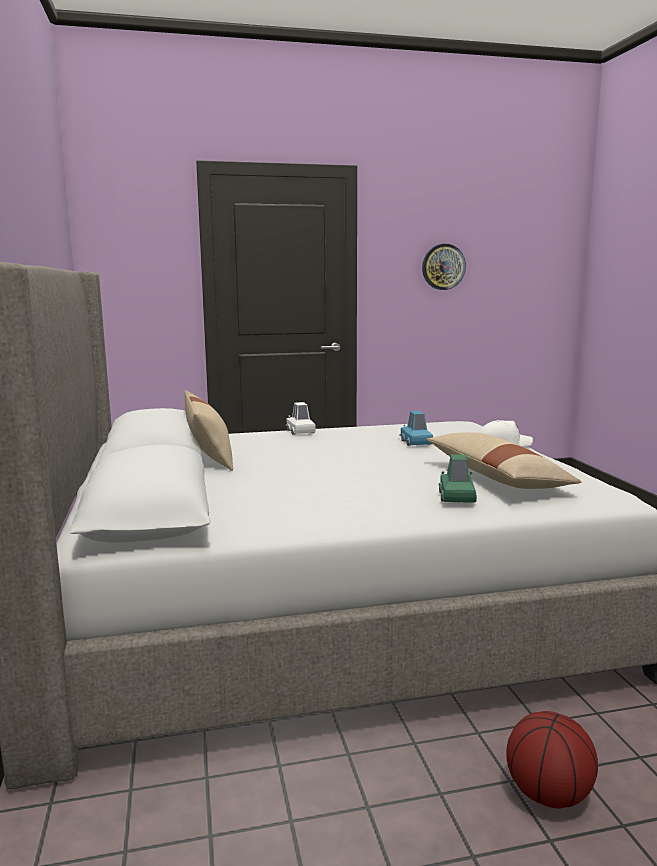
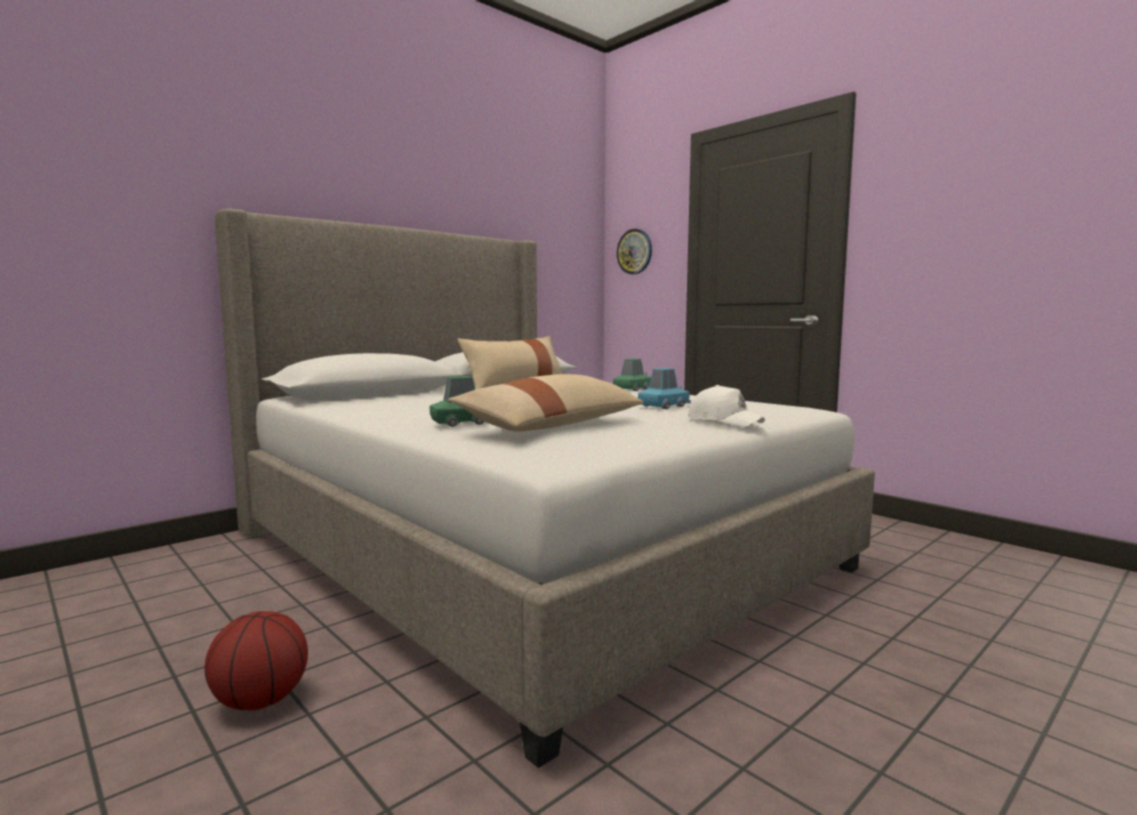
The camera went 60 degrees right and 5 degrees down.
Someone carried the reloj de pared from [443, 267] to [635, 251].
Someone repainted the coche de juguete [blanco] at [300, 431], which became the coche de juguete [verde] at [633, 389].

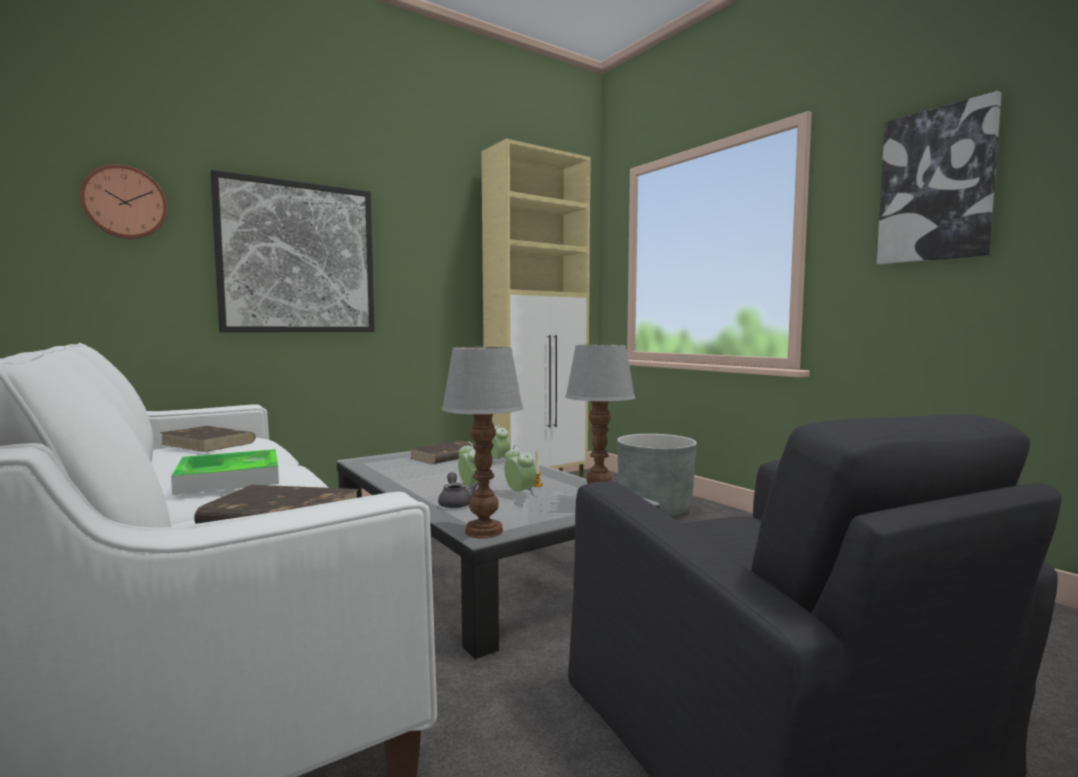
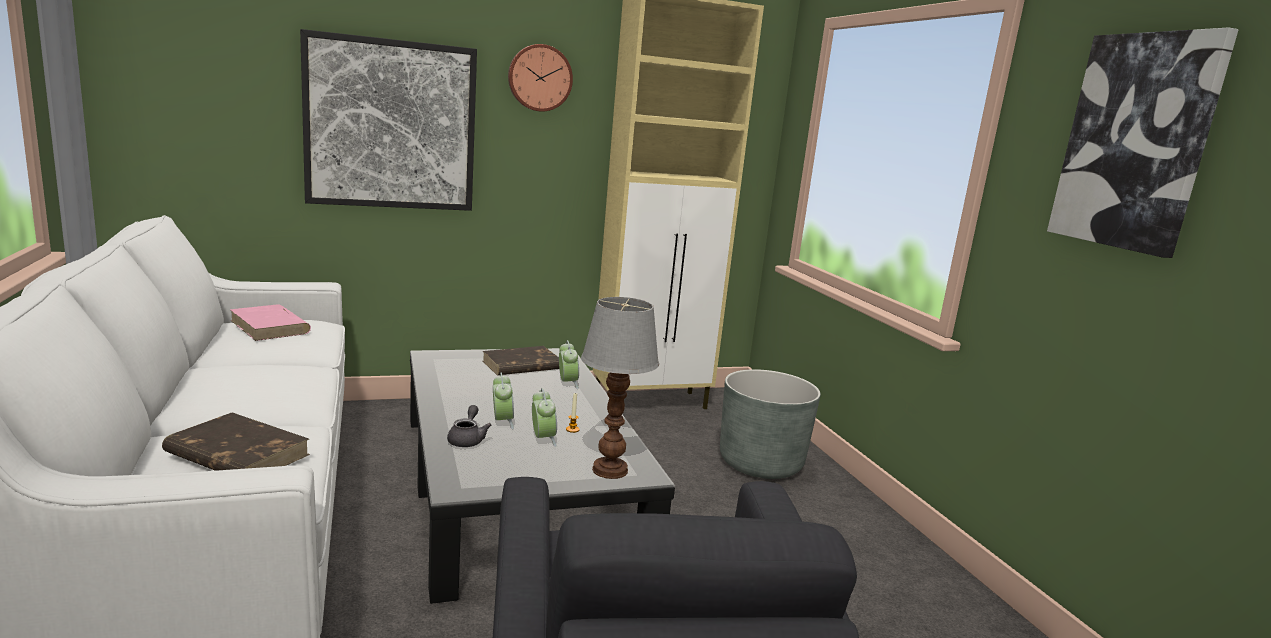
The camera went 15 degrees right and 10 degrees up.
Someone carried the reloj de pared from [125, 203] to [539, 78].
Someone took away the lámpara de mesa at [483, 531].
Someone repainted the libro [marrón] at [209, 443], which became the libro [rosa] at [270, 327].
Someone took away the bandeja at [229, 478].

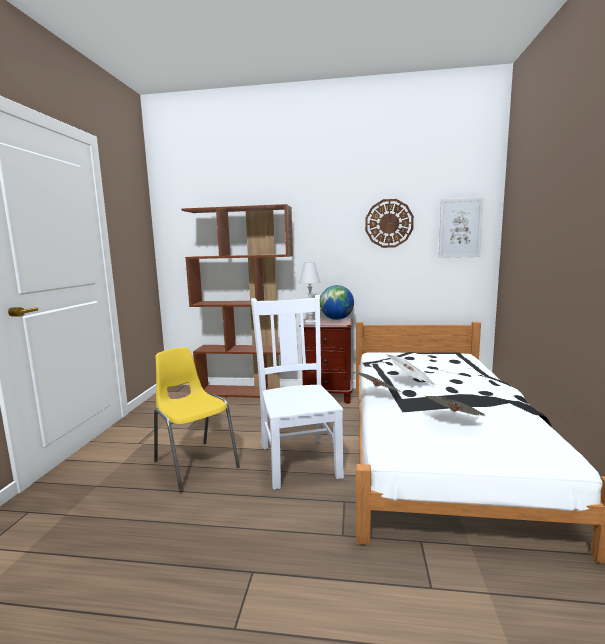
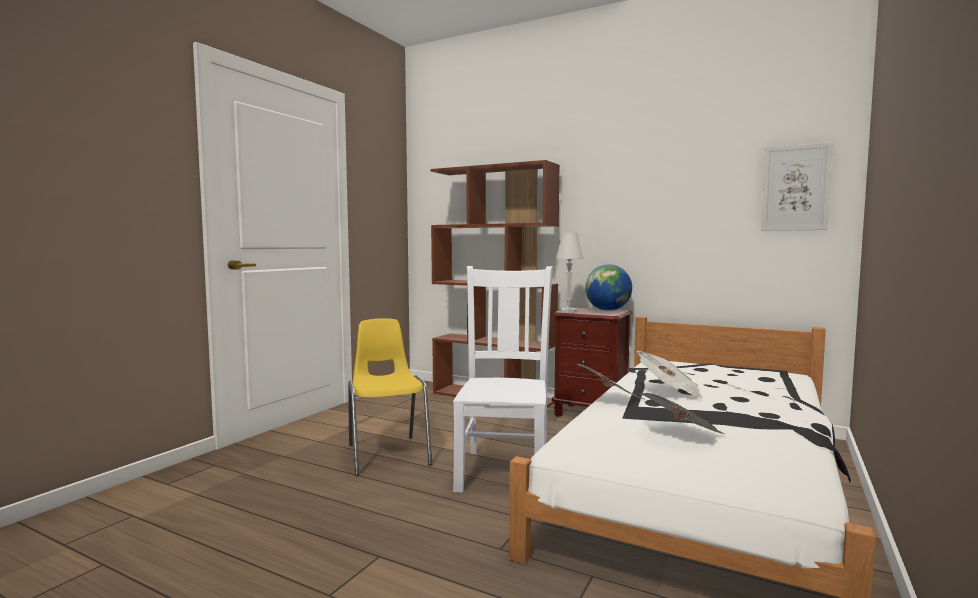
The camera went 20 degrees right and 5 degrees down.
Someone took away the reloj de pared at [389, 223].

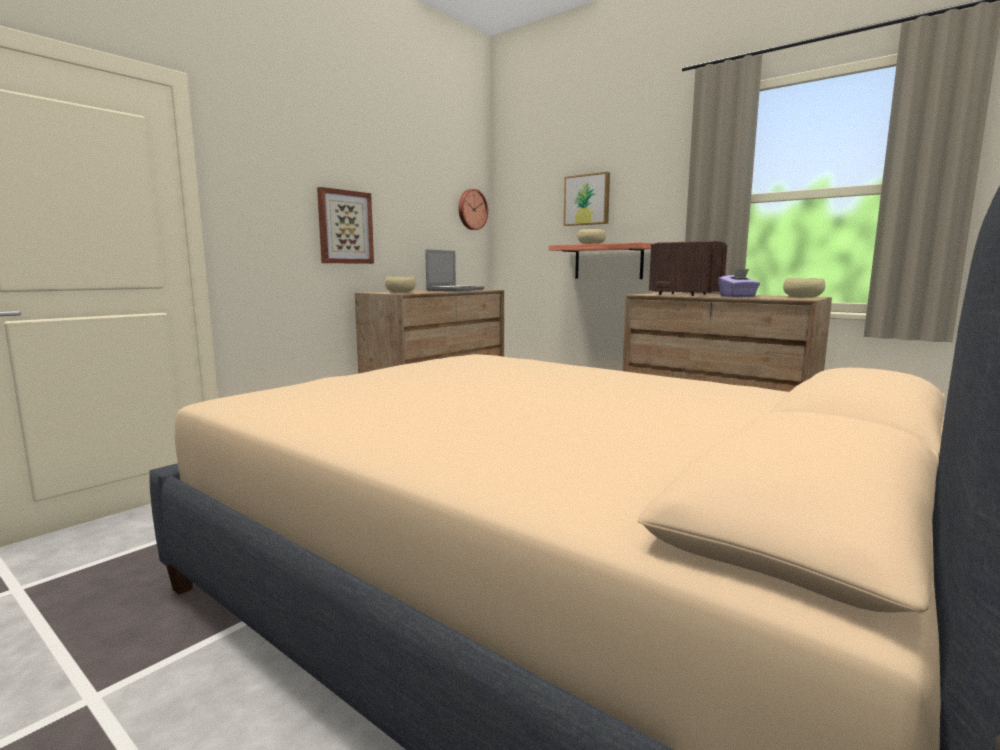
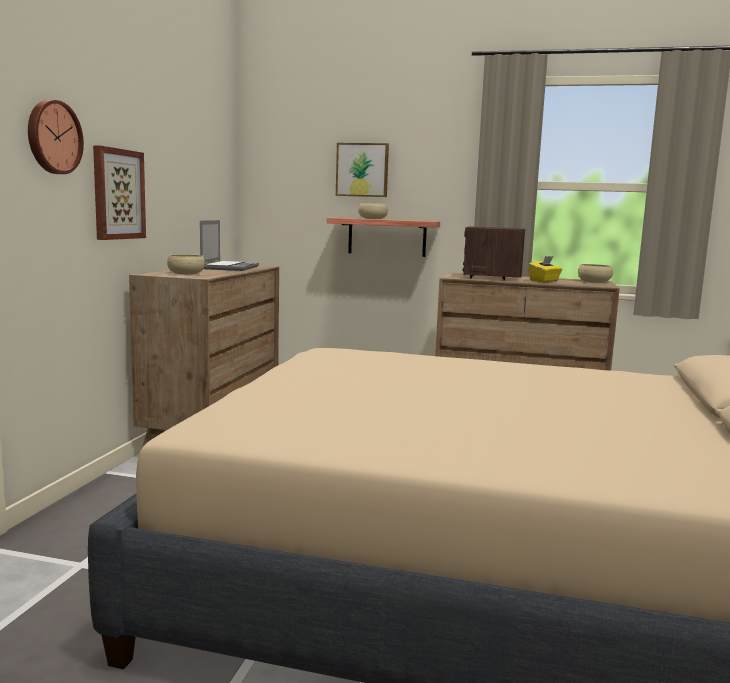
The camera went 25 degrees left and 0 degrees up.
Someone carried the reloj de pared from [471, 209] to [53, 137].
Someone repainted the caja de pañuelos [morado] at [737, 296], which became the caja de pañuelos [amarillo] at [544, 281].

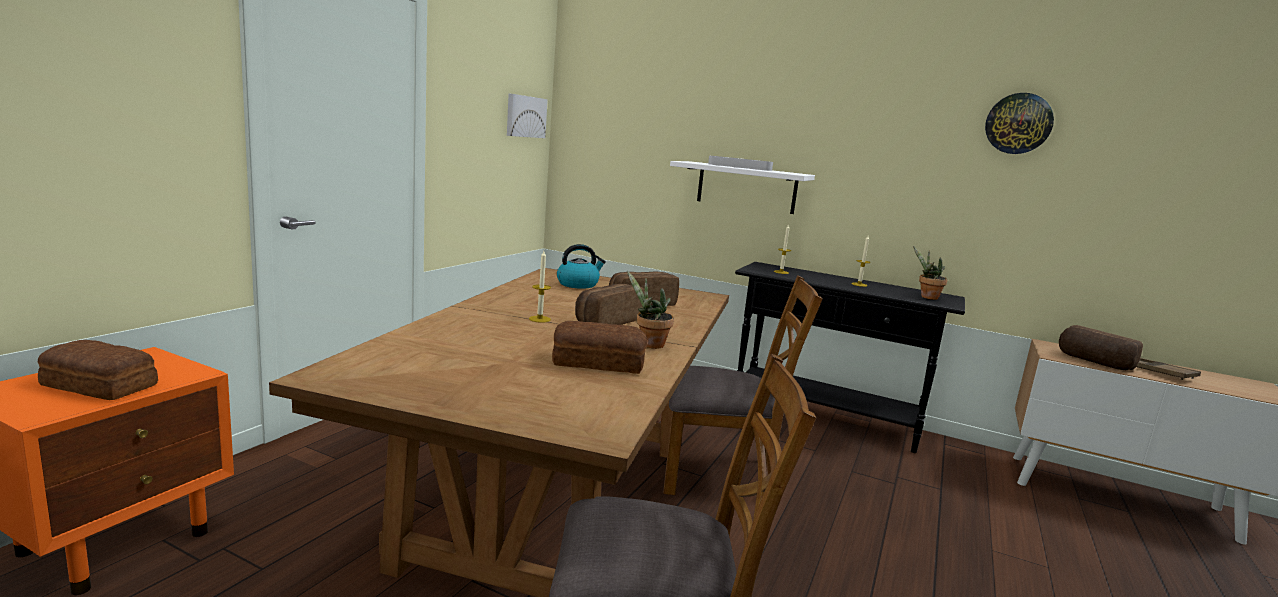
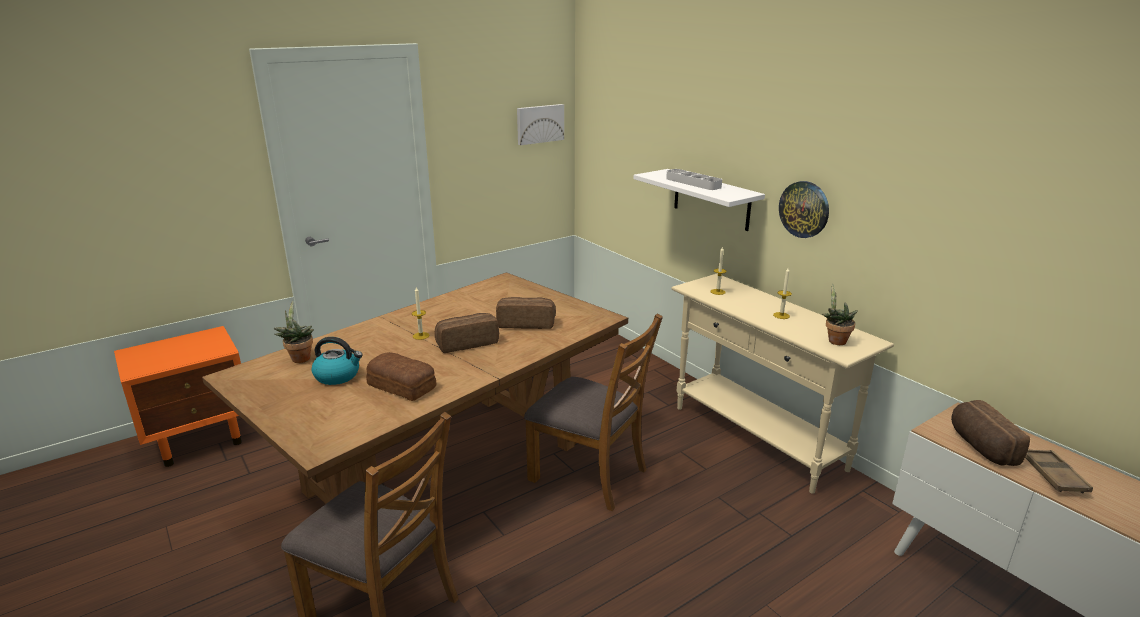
The camera went 30 degrees right and 10 degrees up.
Someone carried the reloj de pared from [1018, 123] to [804, 209].
Someone carried the hervidor from [578, 284] to [338, 376].
Someone repainted the mesa consola [negro] at [825, 418], which became the mesa consola [beis] at [757, 438].
Someone carried the planta en maceta from [649, 344] to [299, 358].
Someone took away the pan at [99, 386].

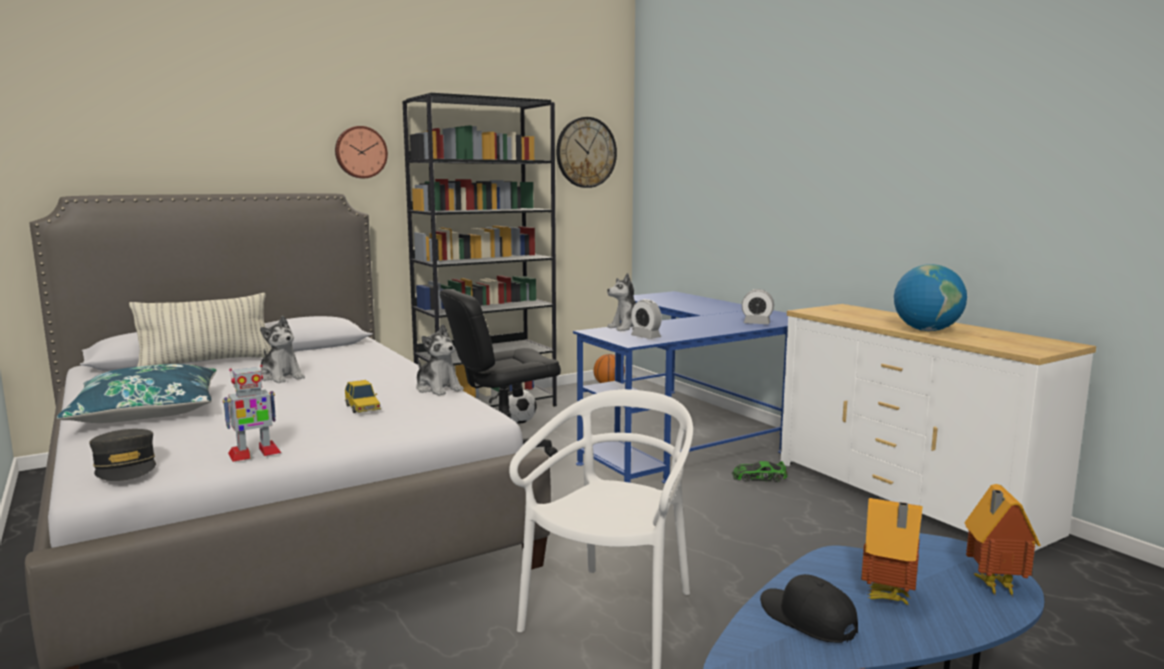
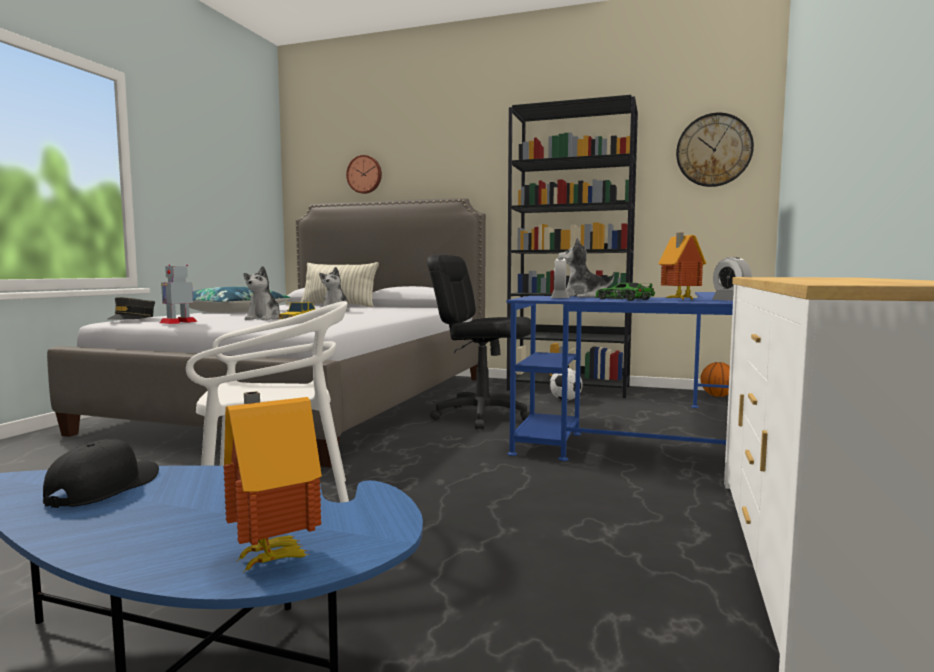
The camera went 50 degrees right and 5 degrees down.
Someone carried the reloj de pared from [360, 152] to [365, 174].
Someone took away the globo terráqueo at [926, 330].
Someone carried the peluche from [438, 389] to [264, 319].
Someone rotated the robot de juguete at [254, 453] by 105 degrees clockwise.
Someone carried the coche de juguete from [759, 477] to [623, 299].
Someone carried the casita from [887, 599] to [679, 300].

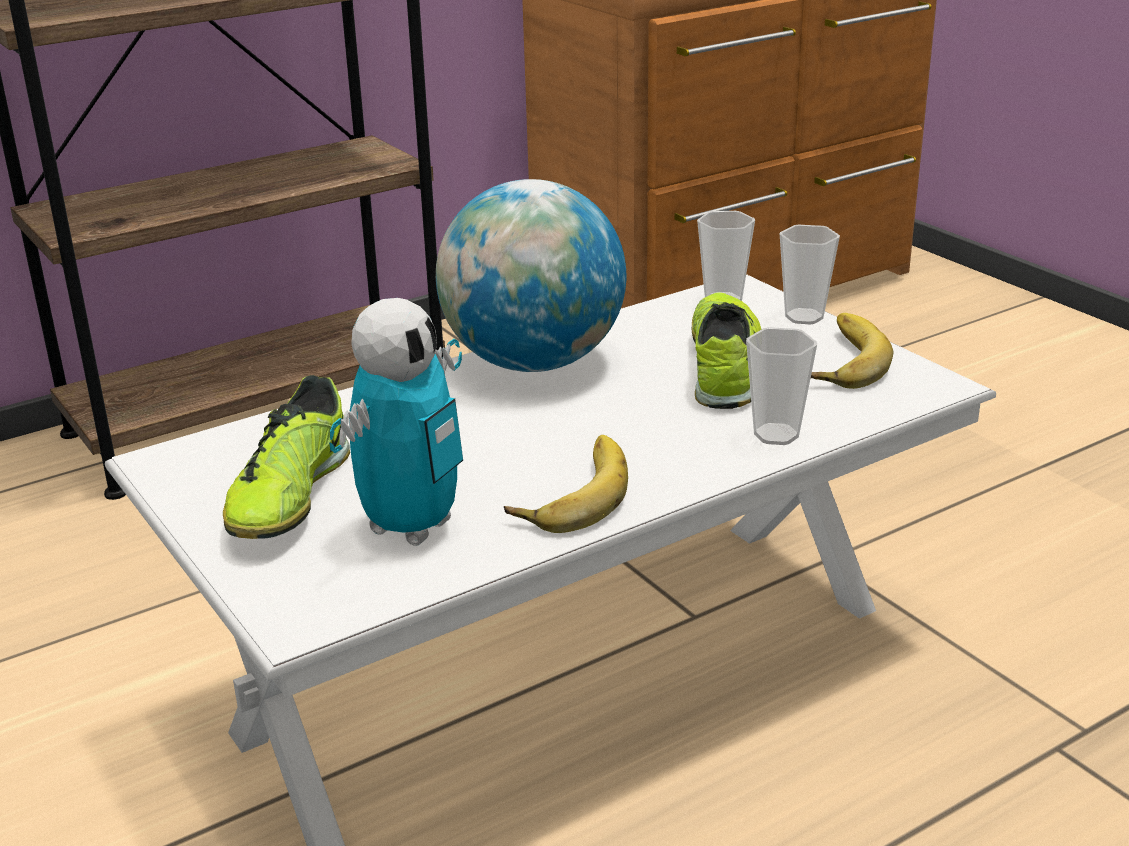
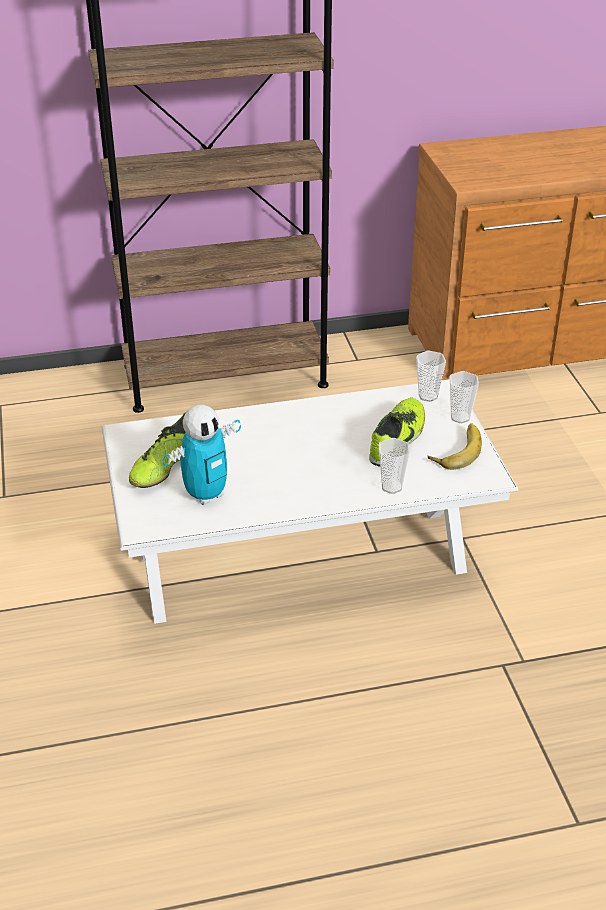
The camera went 20 degrees right and 10 degrees up.
Someone took away the globo terráqueo at [534, 363].
Someone took away the plátano at [571, 493].

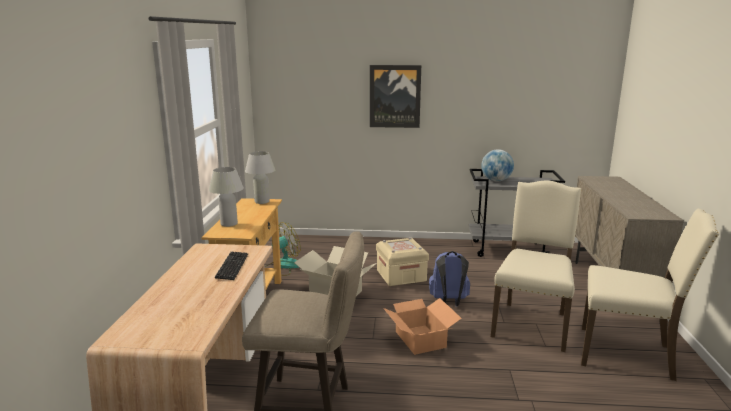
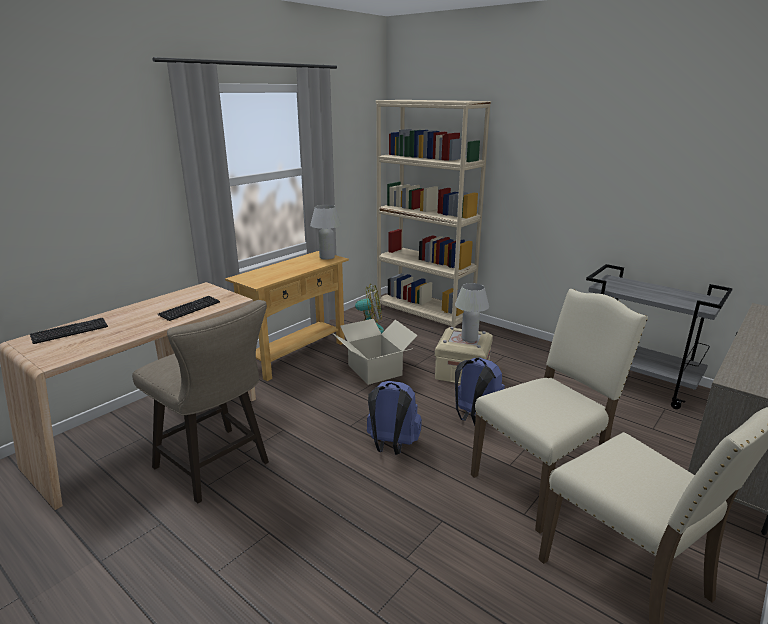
The camera went 35 degrees right and 5 degrees up.
Someone took away the cuadro at [395, 96].
Someone took away the globo terráqueo at [496, 180].
Someone carried the lámpara de mesa [blanco] from [229, 224] to [469, 339].
Someone swapped the caja de cartón at [420, 340] for the mochila [azul] at [391, 446].
Someone put down the estantería [beis] at [424, 314].
Someone put down the teclado at [70, 332].

